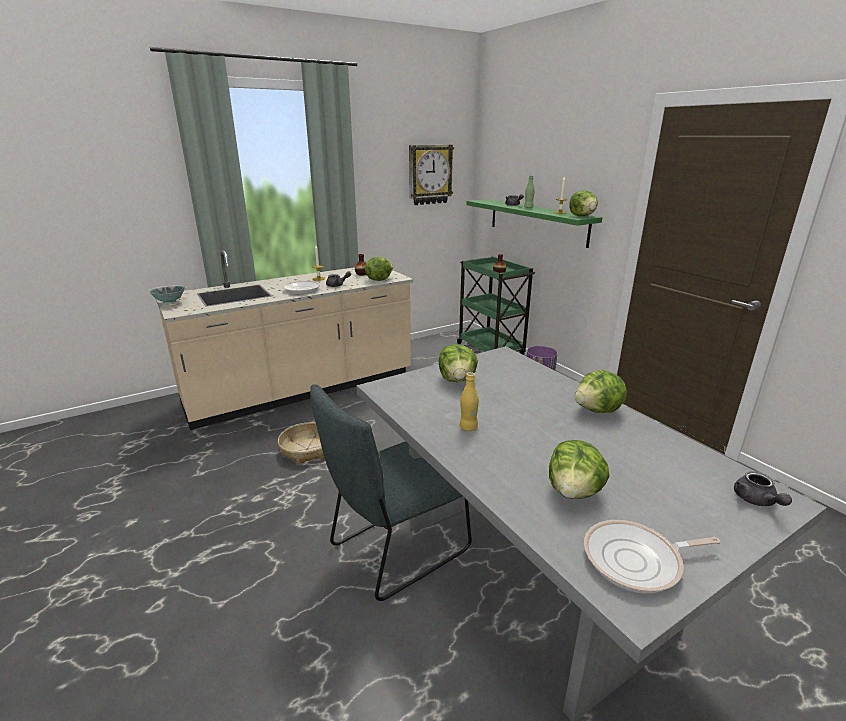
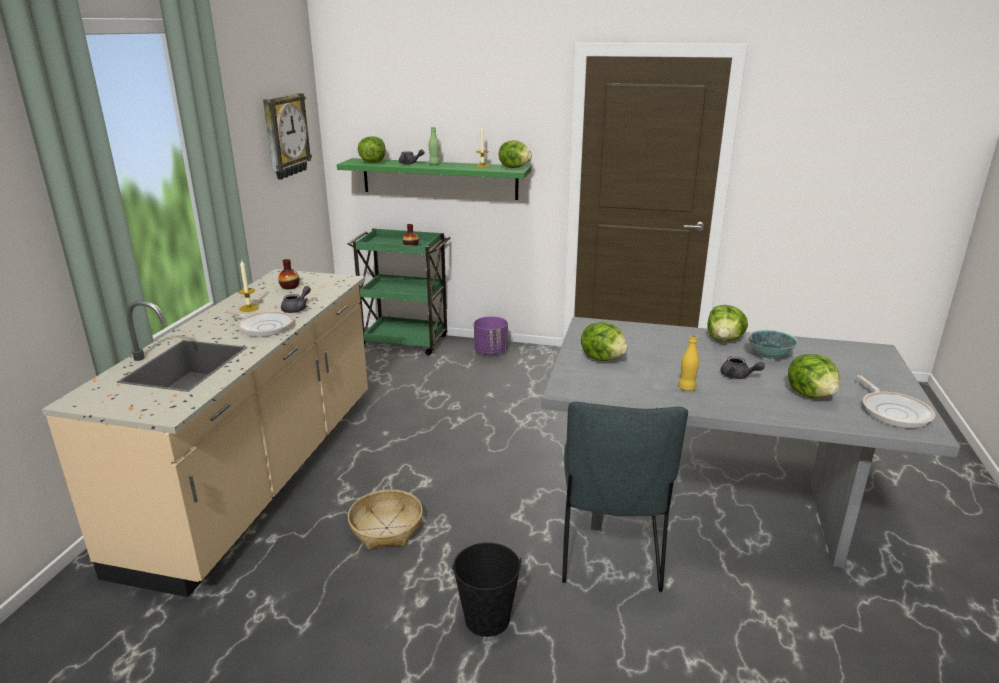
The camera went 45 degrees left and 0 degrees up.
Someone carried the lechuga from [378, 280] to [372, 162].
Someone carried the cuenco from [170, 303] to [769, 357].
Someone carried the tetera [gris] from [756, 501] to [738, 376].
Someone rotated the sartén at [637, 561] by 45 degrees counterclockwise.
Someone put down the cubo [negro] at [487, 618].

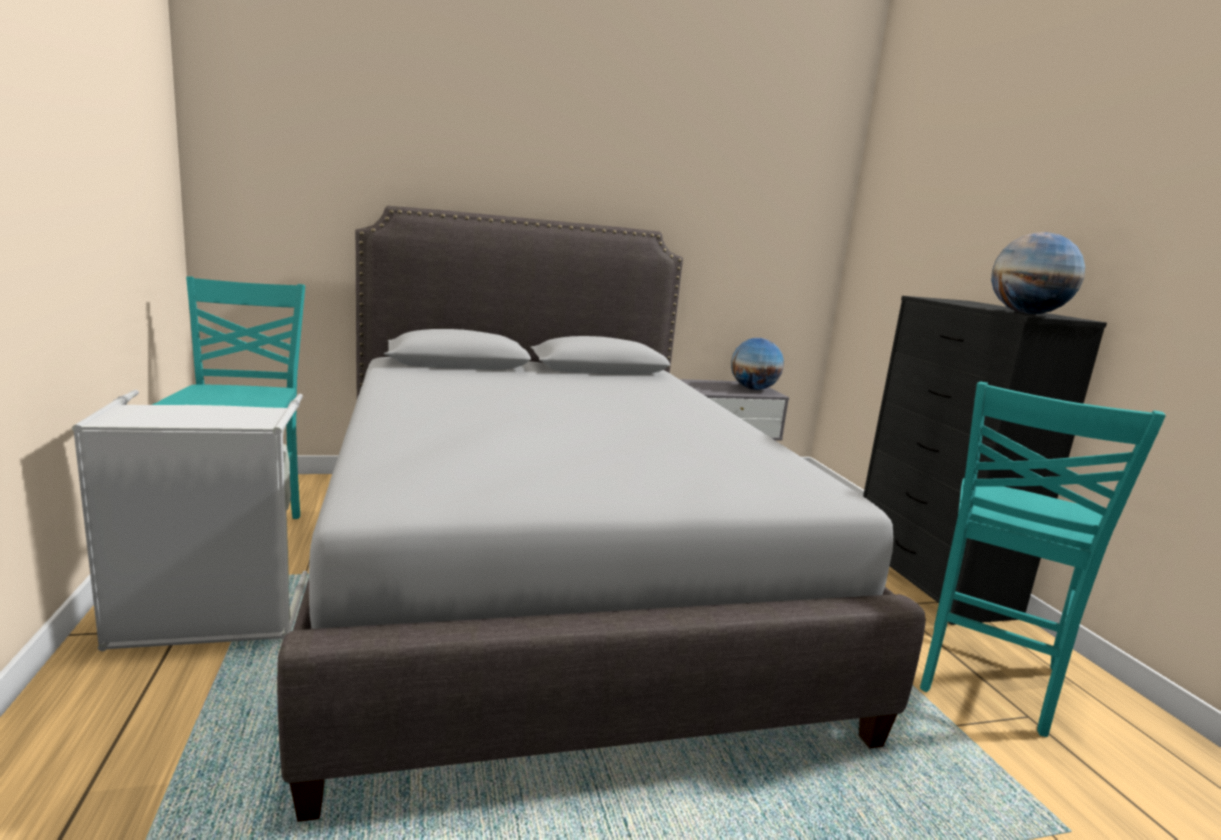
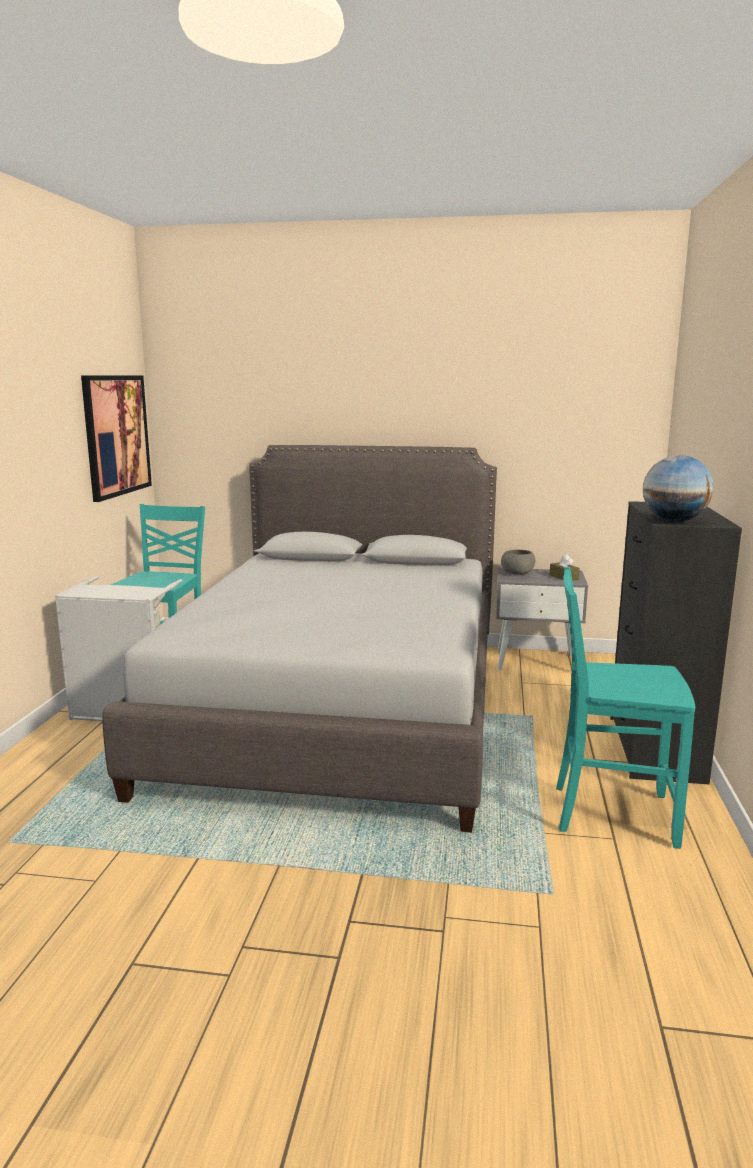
The camera went 25 degrees right and 0 degrees up.
Someone swapped the globo terráqueo at [753, 389] for the caja de pañuelos [marrón] at [563, 577].
Someone rotated the silla [turquesa] at [986, 678] by 45 degrees clockwise.
Someone put up the cuadro at [116, 435].
Someone put down the cuenco [gris] at [517, 573].

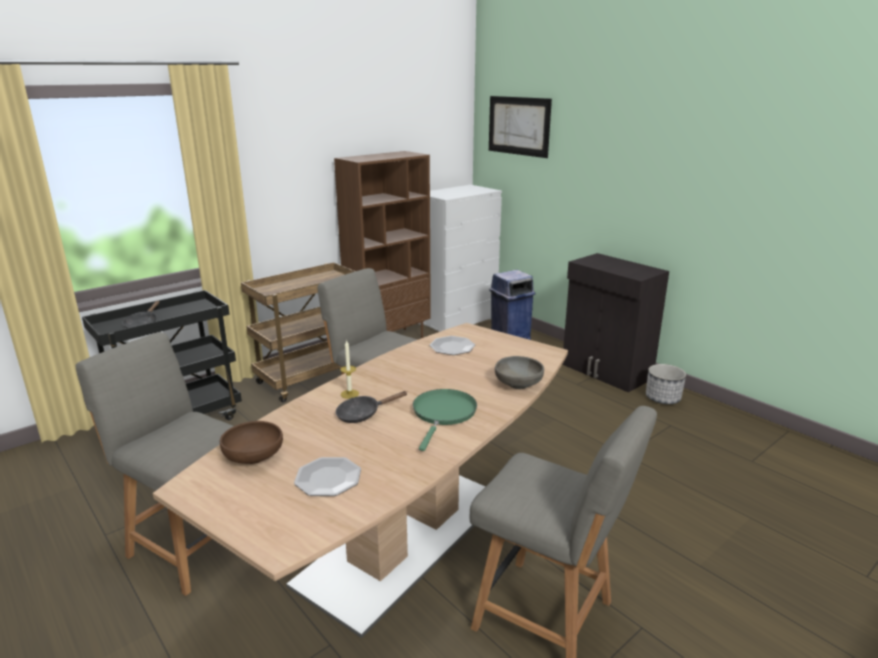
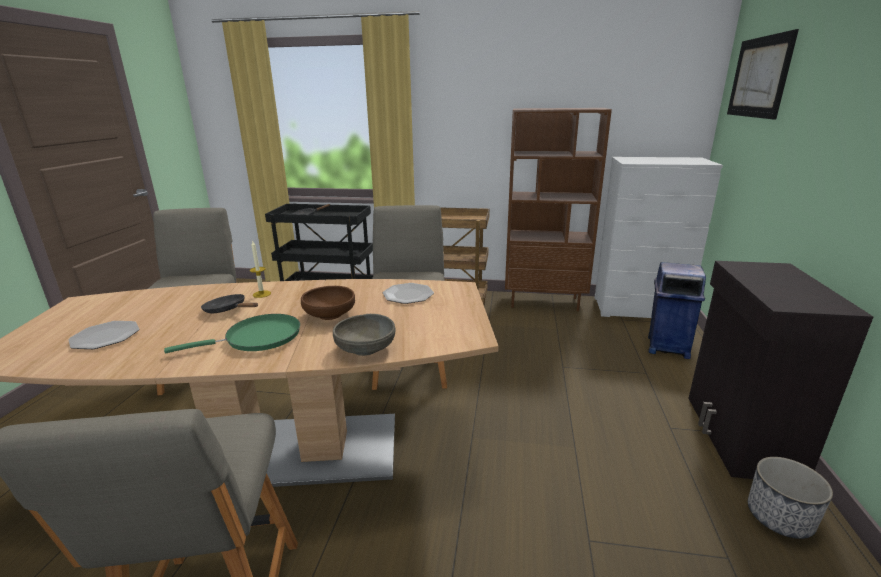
The camera went 50 degrees right and 0 degrees up.
Someone carried the cuenco [marrón] from [253, 456] to [329, 315].

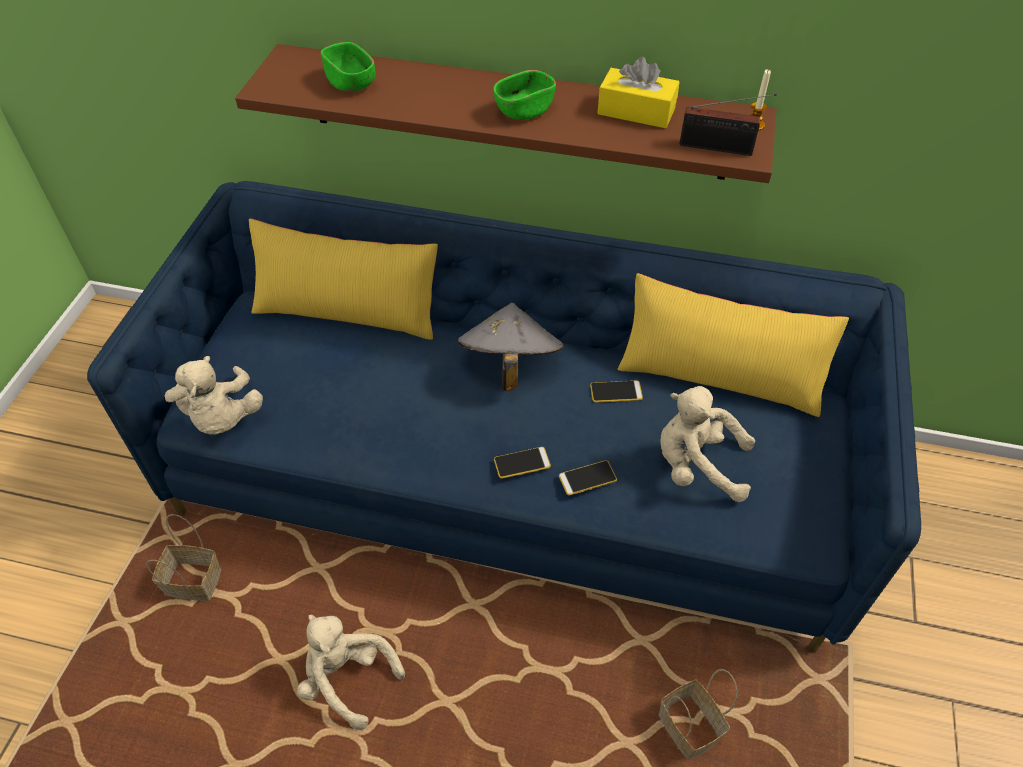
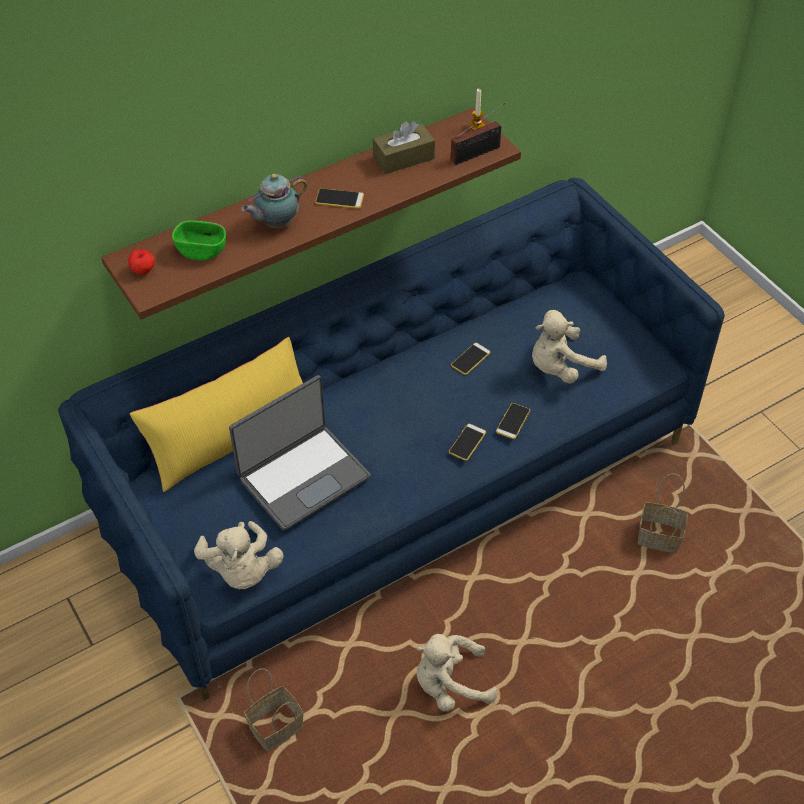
The camera went 45 degrees left and 0 degrees up.
Someone repainted the caja de pañuelos [amarillo] at [636, 111], which became the caja de pañuelos [marrón] at [403, 158].
Someone swapped the cuenco [verde] at [524, 110] for the móvil at [339, 199].
Someone took away the cojín [amarillo] at [719, 375].
Someone took away the sombrero [gris] at [509, 365].
Someone rotated the peluche [beis] at [222, 418] by 45 degrees clockwise.
Someone put down the tetera at [276, 224].
Someone put down the manzana at [143, 270].
Someone put down the portátil at [303, 477].

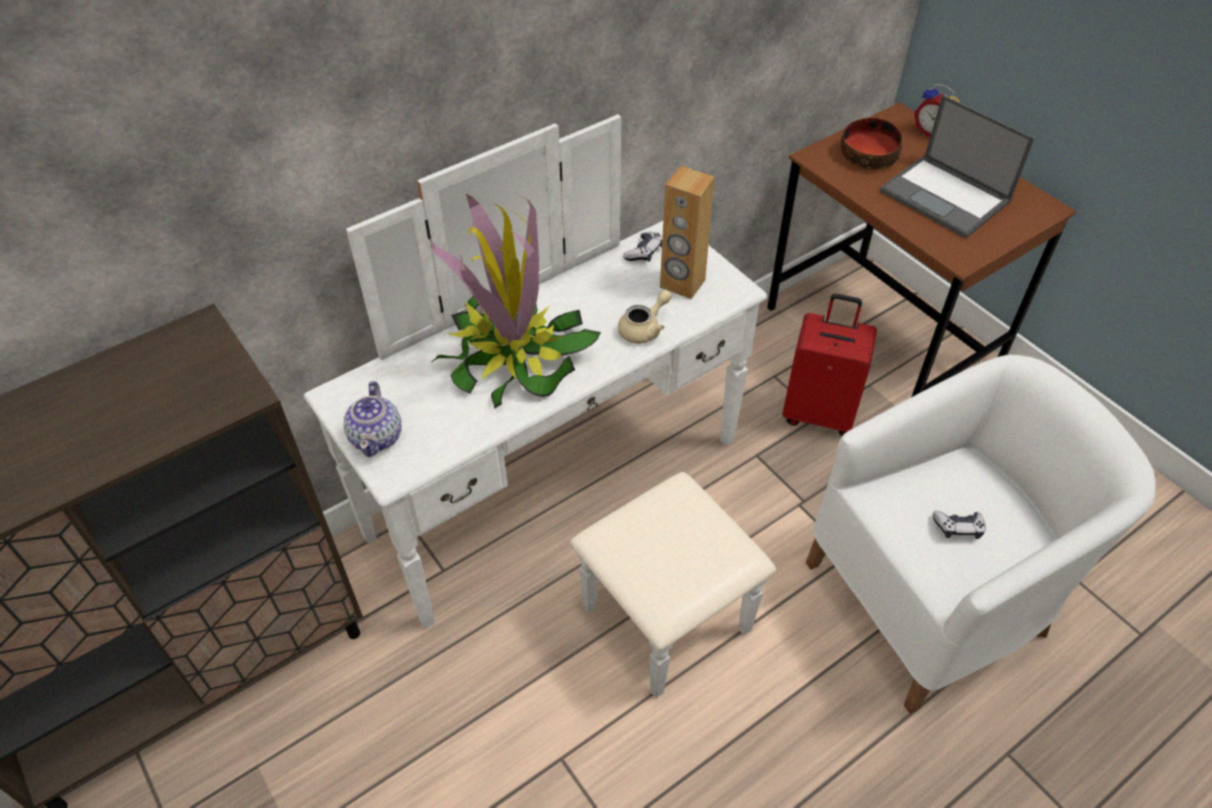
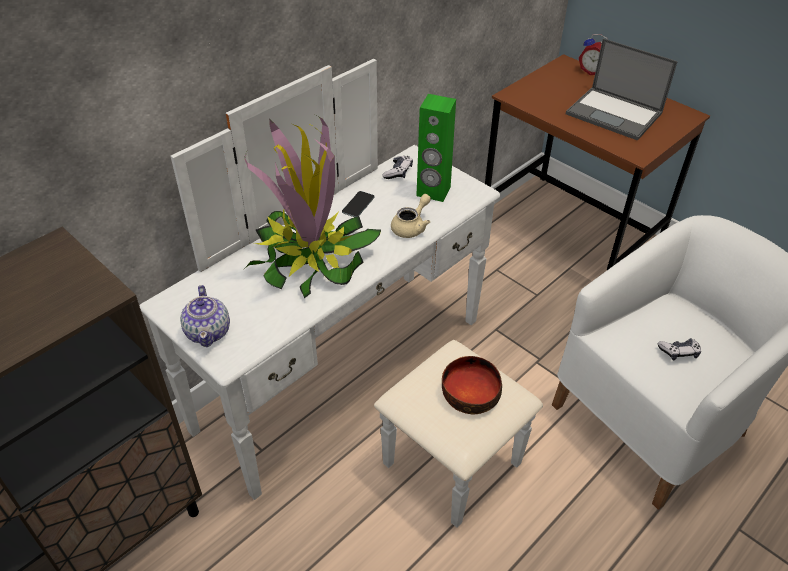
The camera went 10 degrees left and 5 degrees down.
Someone carried the cuenco from [867, 155] to [470, 393].
Someone repainted the altavoz [marrón] at [682, 284], which became the altavoz [verde] at [433, 192].
Someone took away the maleta [rojo] at [819, 413].
Someone put down the móvil at [358, 204].

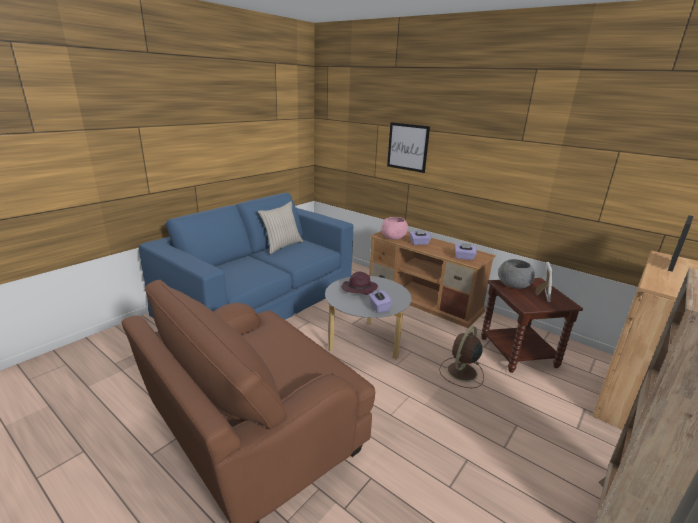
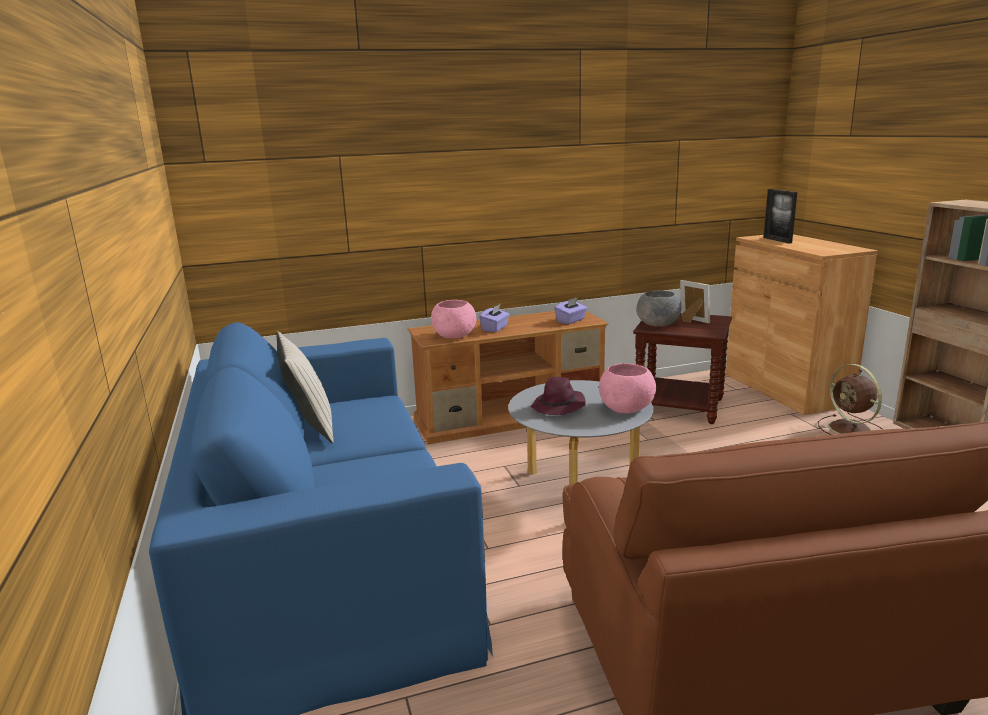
The camera went 55 degrees left and 5 degrees down.
Someone took away the cuadro at [407, 147].
Someone swapped the caja de pañuelos [morado] at [379, 307] for the cuenco [rosa] at [626, 408].
Someone carried the ventilador [marrón] from [461, 372] to [851, 429].

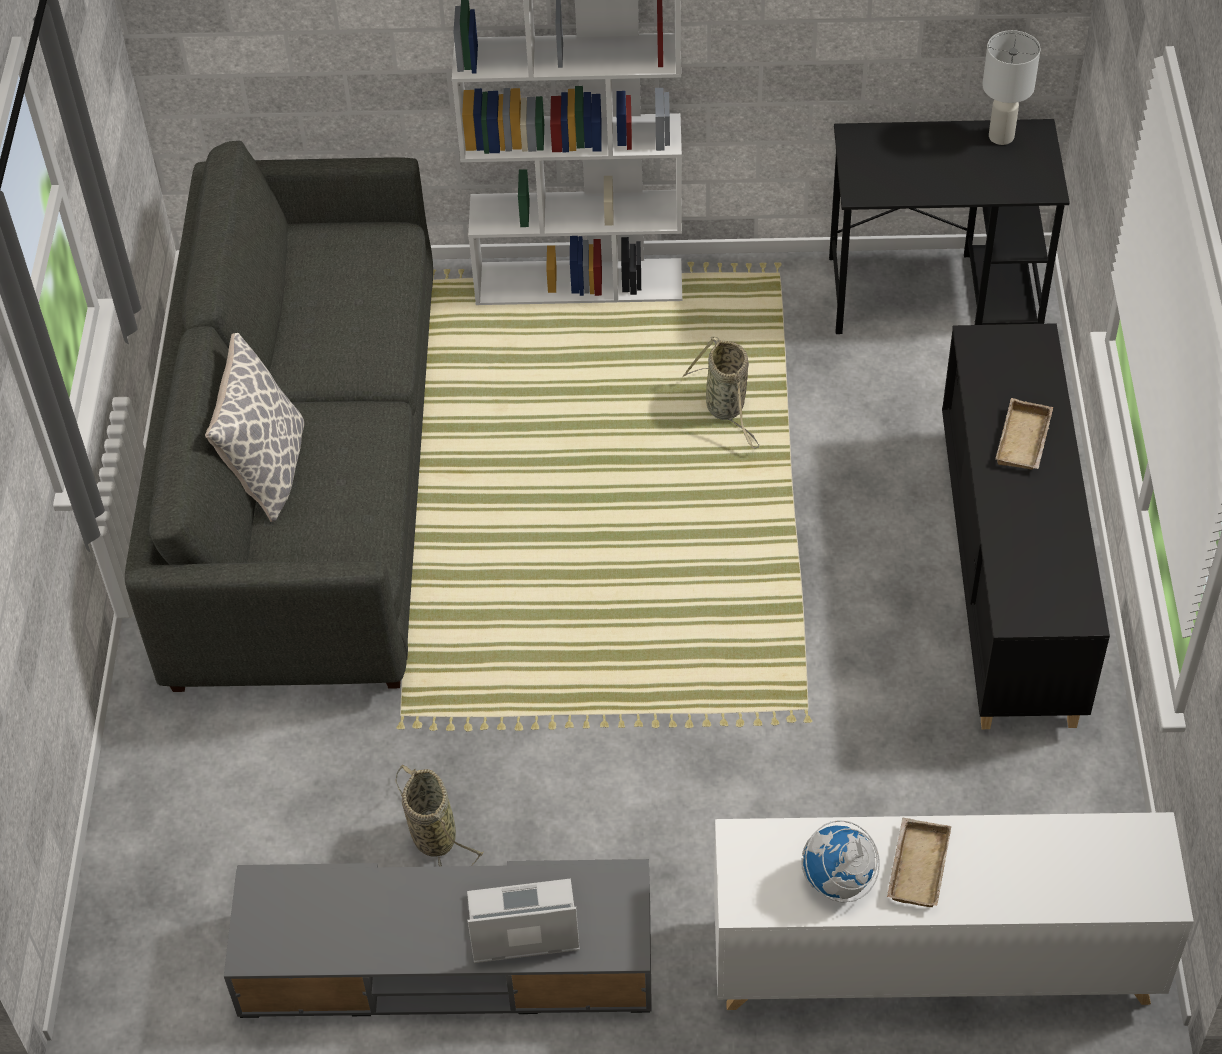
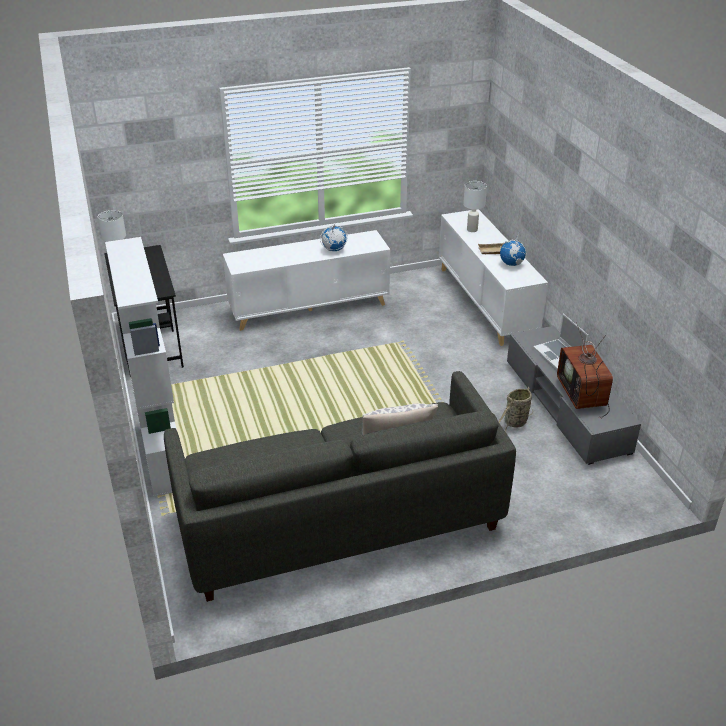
The camera went 110 degrees left and 15 degrees down.
Someone repainted the armario [negro] at [1008, 576], which became the armario [blanco] at [309, 308].
Someone took away the cesta at [726, 409].
Someone took away the bandeja [beis] at [1025, 441].
Someone put down the lámpara de mesa [blanco] at [472, 229].
Someone put down the globo terráqueo at [334, 250].
Someone put down the televisor at [583, 395].

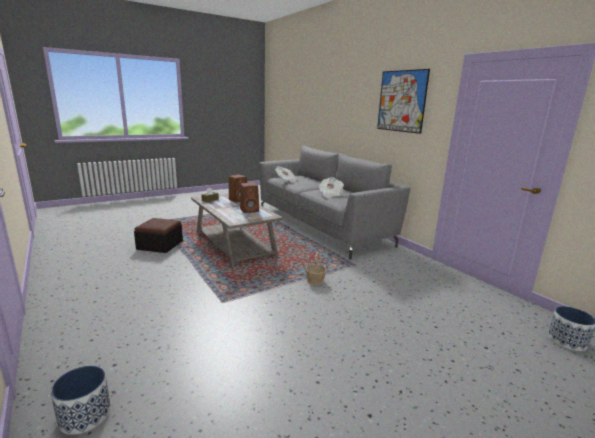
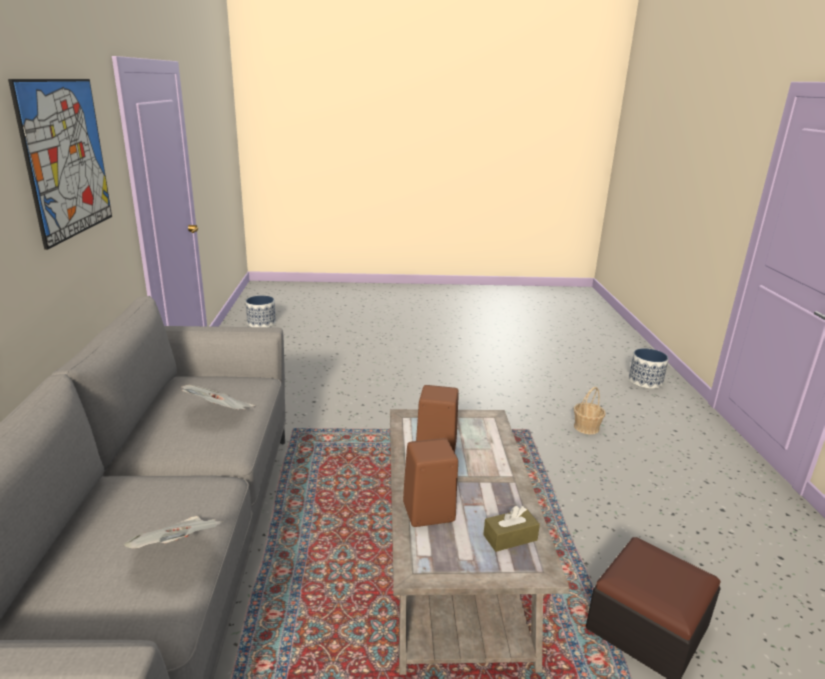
The camera went 150 degrees left and 5 degrees up.
Someone carried the cesta from [315, 281] to [586, 427].

